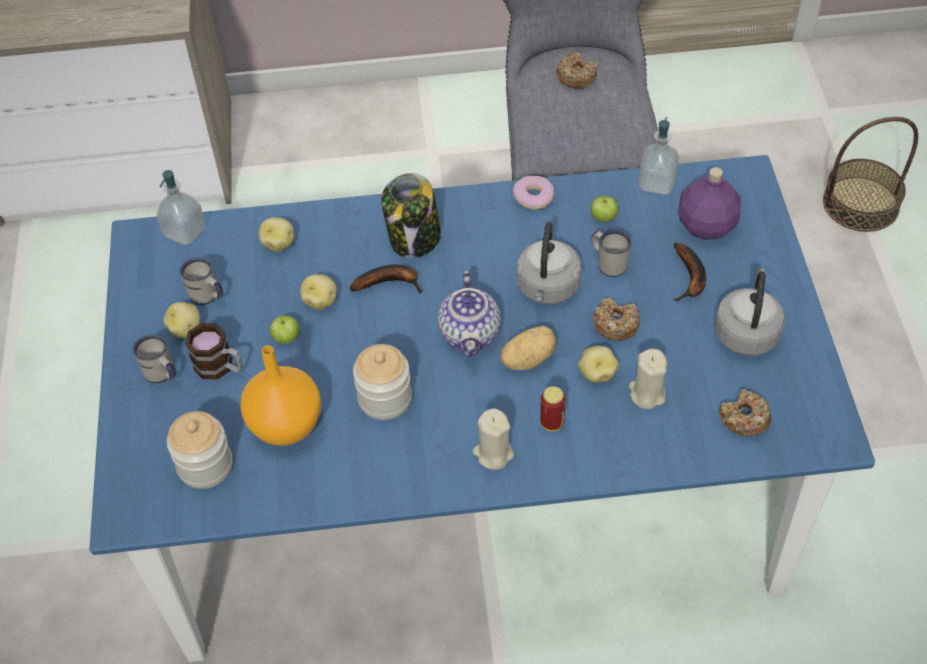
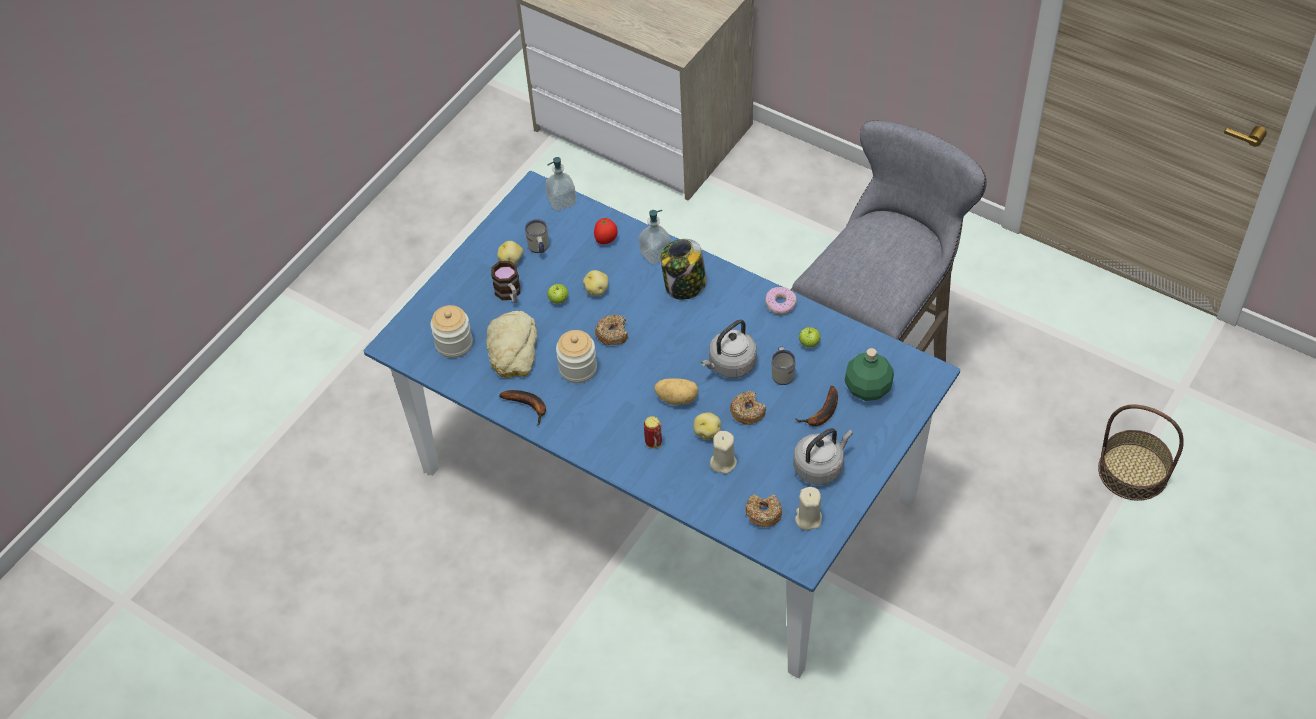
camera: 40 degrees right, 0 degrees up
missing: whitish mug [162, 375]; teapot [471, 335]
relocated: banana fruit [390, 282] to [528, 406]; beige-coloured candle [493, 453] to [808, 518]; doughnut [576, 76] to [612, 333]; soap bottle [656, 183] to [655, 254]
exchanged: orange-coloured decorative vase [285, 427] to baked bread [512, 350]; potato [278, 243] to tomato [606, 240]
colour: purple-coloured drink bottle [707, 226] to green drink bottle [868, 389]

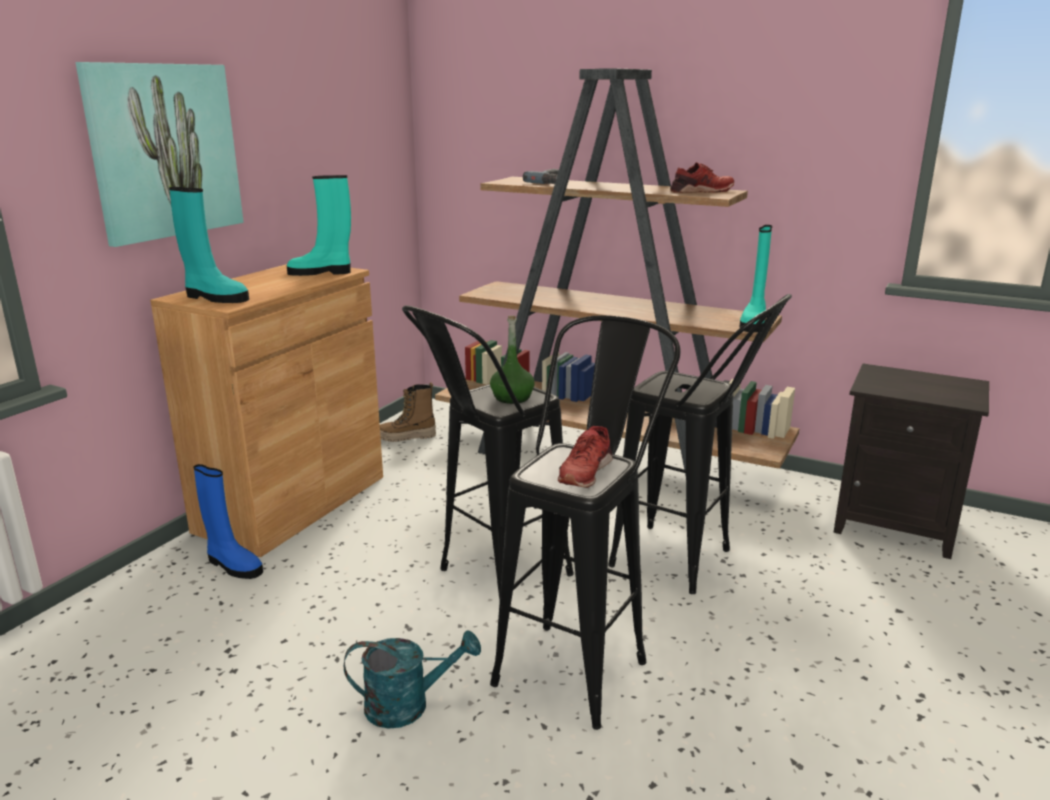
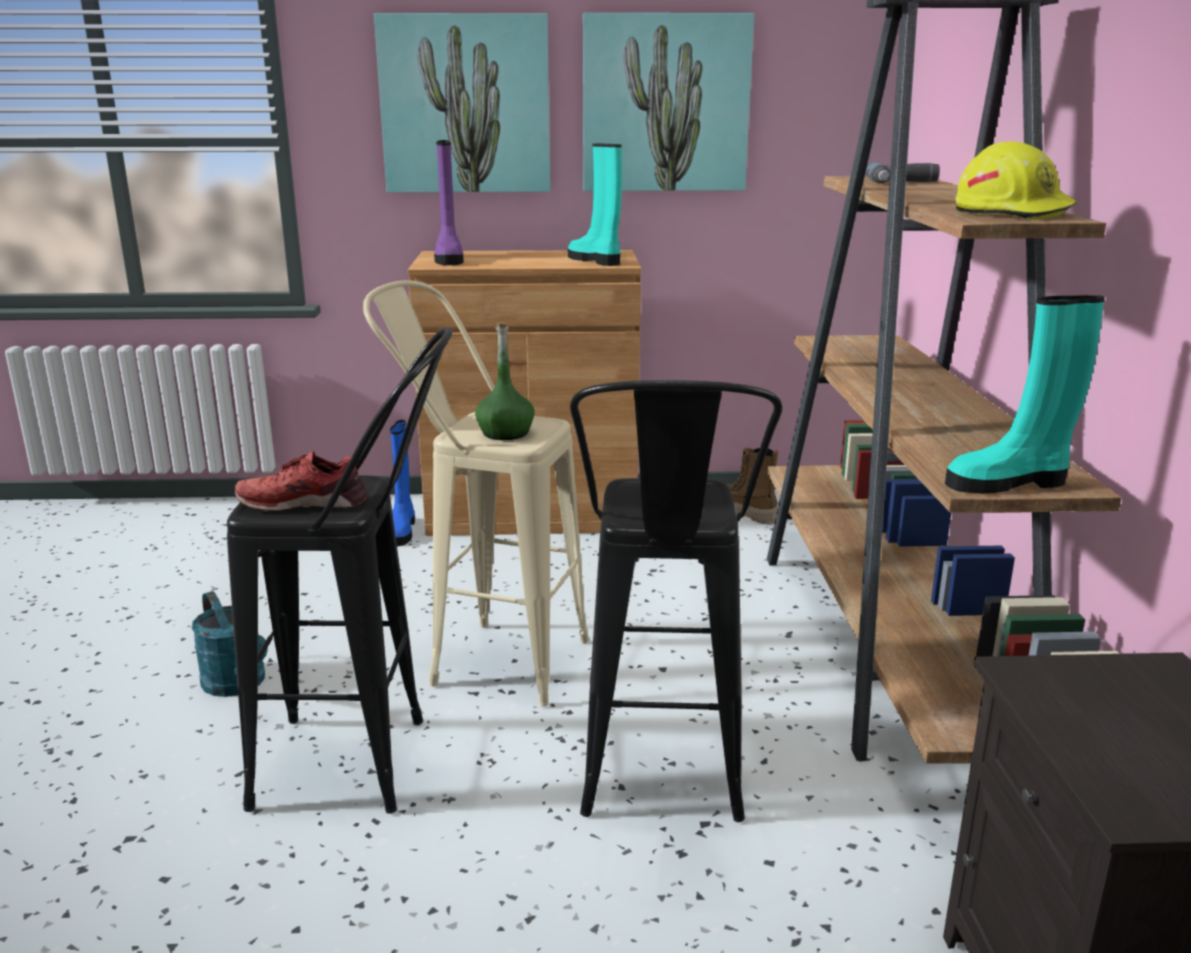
camera: 60 degrees right, 0 degrees up
appeared: wall art [665, 104]
exchanged: red shoe [702, 191] to yellow-coloured hard hat [1012, 212]
colour: turquoise high-top boot [215, 298] to purple-coloured high-top boot [449, 259]; blackish stool [490, 580] to beige-coloured stool [487, 658]

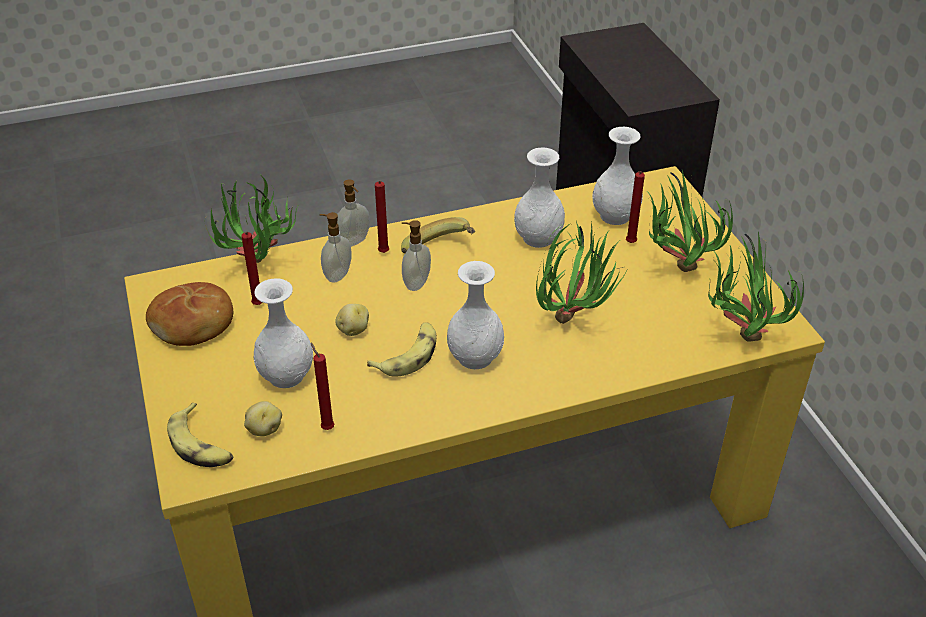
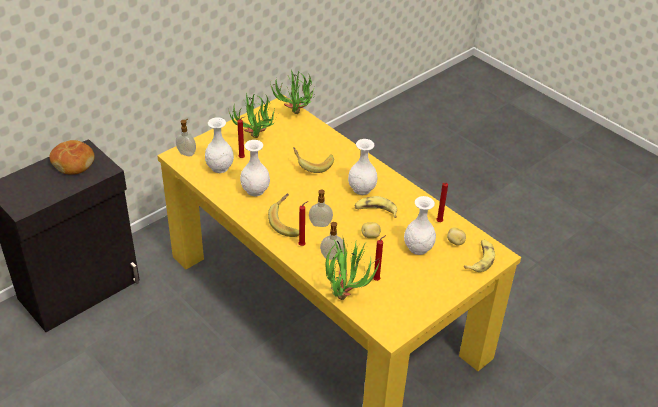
camera: 115 degrees left, 0 degrees up
relocated: baked bread [193, 324] to [73, 162]; soap bottle [354, 242] to [187, 153]
exchanged: potted plant [574, 316] to banana fruit [312, 165]

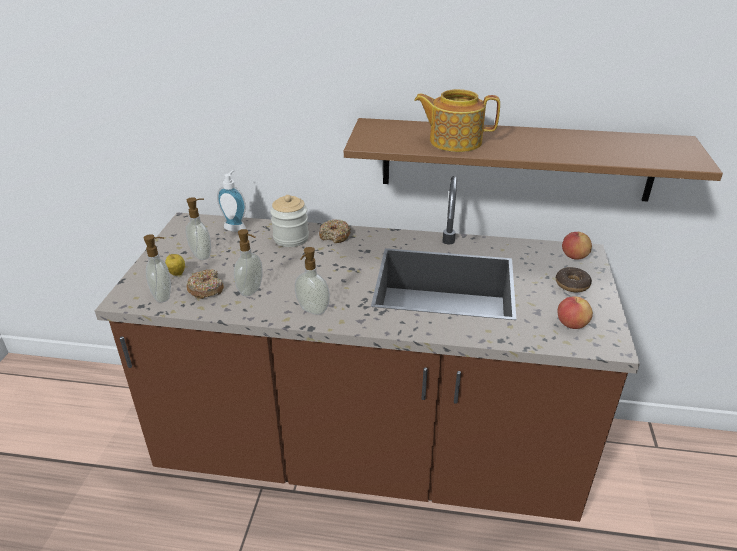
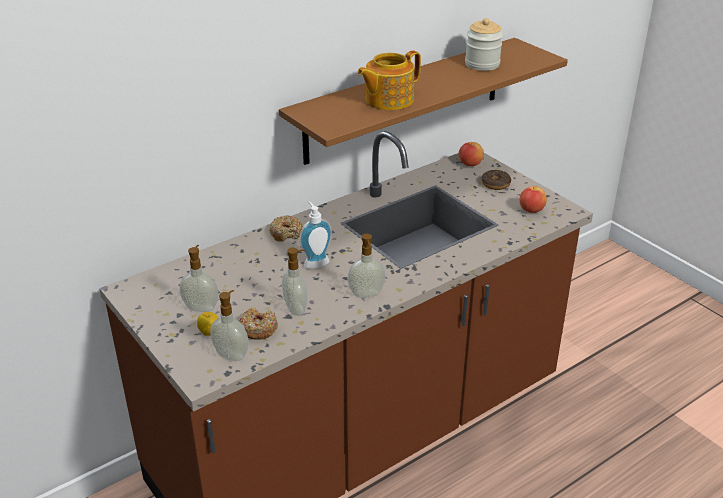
camera: 45 degrees left, 0 degrees up
relocated: soap bottle [236, 227] to [315, 262]; preserve jar [291, 238] to [482, 64]

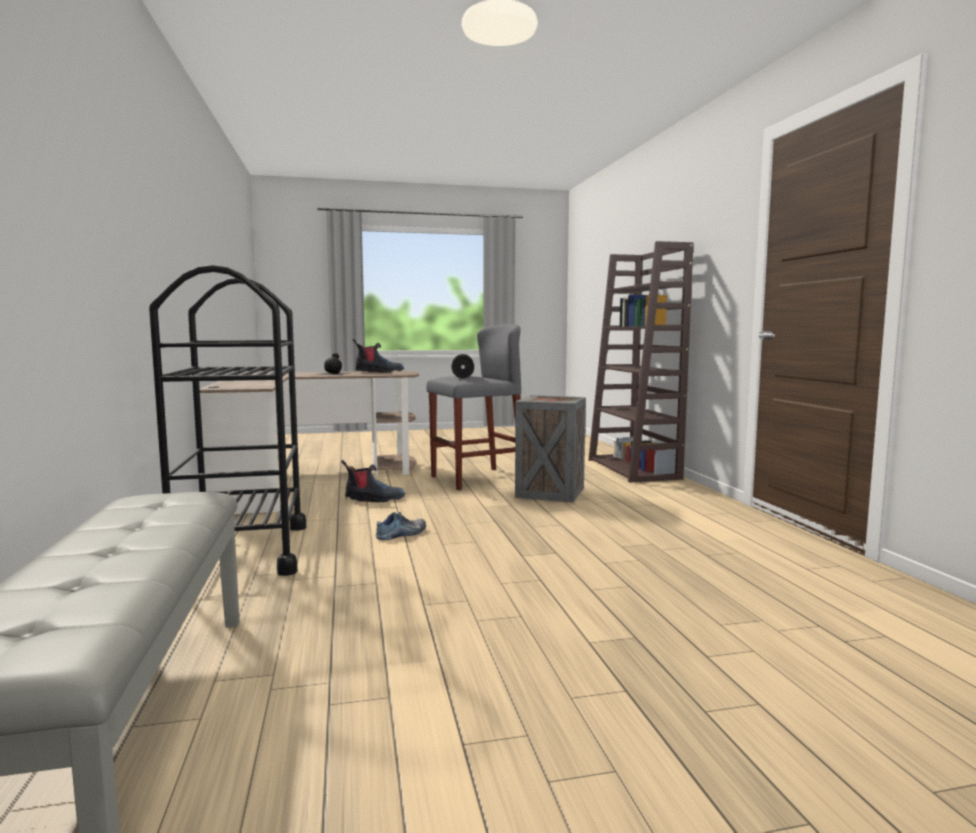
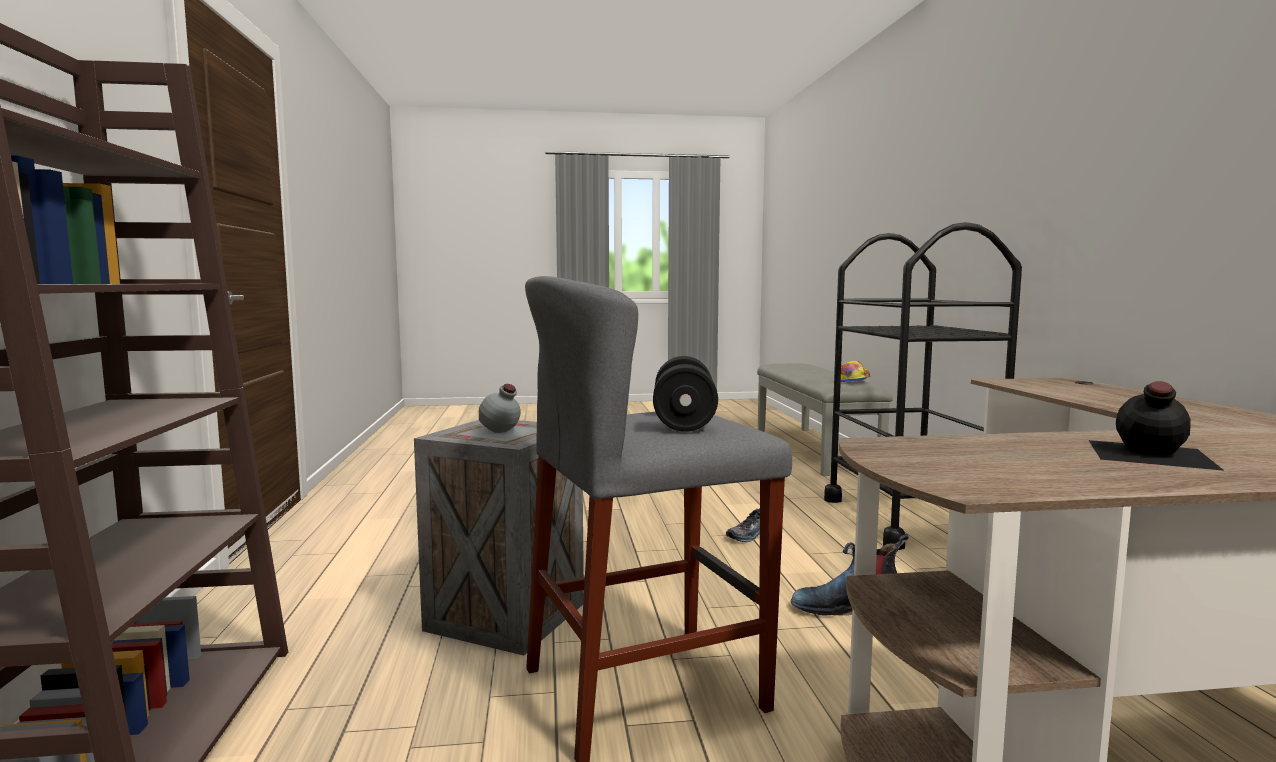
camera: 175 degrees left, 0 degrees up
missing: high-top boot [379, 372]
appeared: gray drink bottle [502, 432]; peaked cap [851, 381]

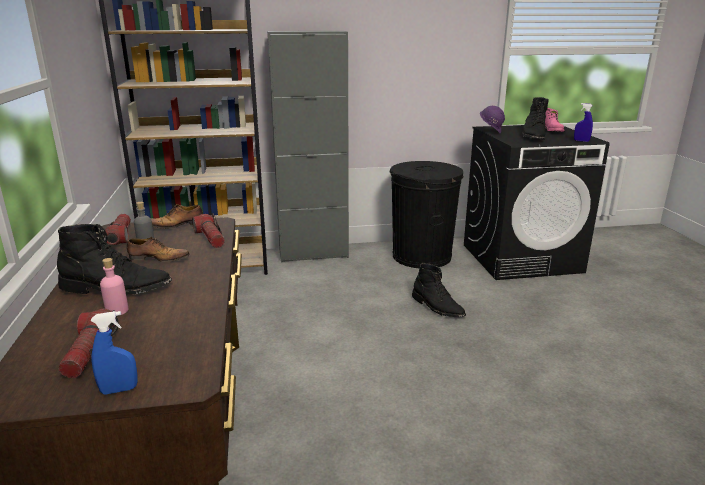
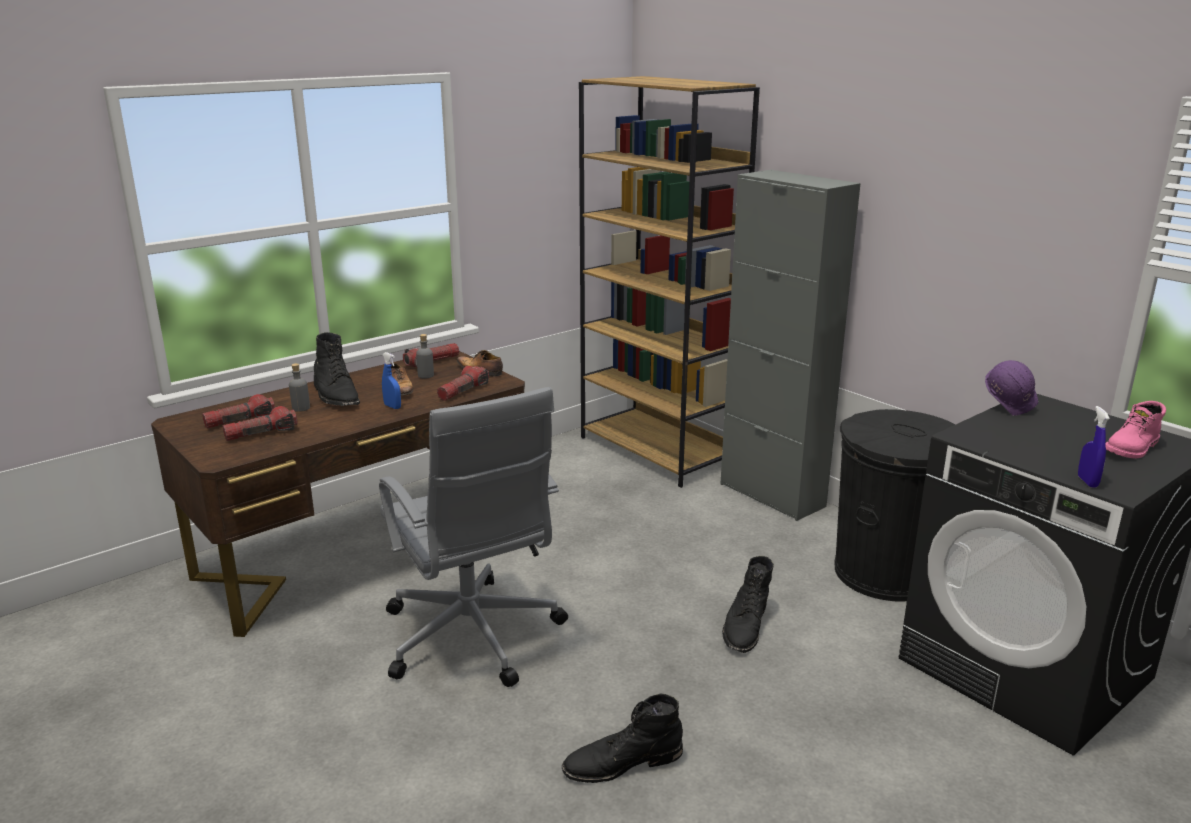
camera: 60 degrees right, 0 degrees up
appeared: hand torch [261, 434]; gray office chair [472, 638]
relocated: blue-coloured spray bottle [119, 390] to [392, 406]; blackish high-top boot [533, 136] to [622, 762]
colour: pinkish drink bottle [117, 311] to gray drink bottle [301, 408]

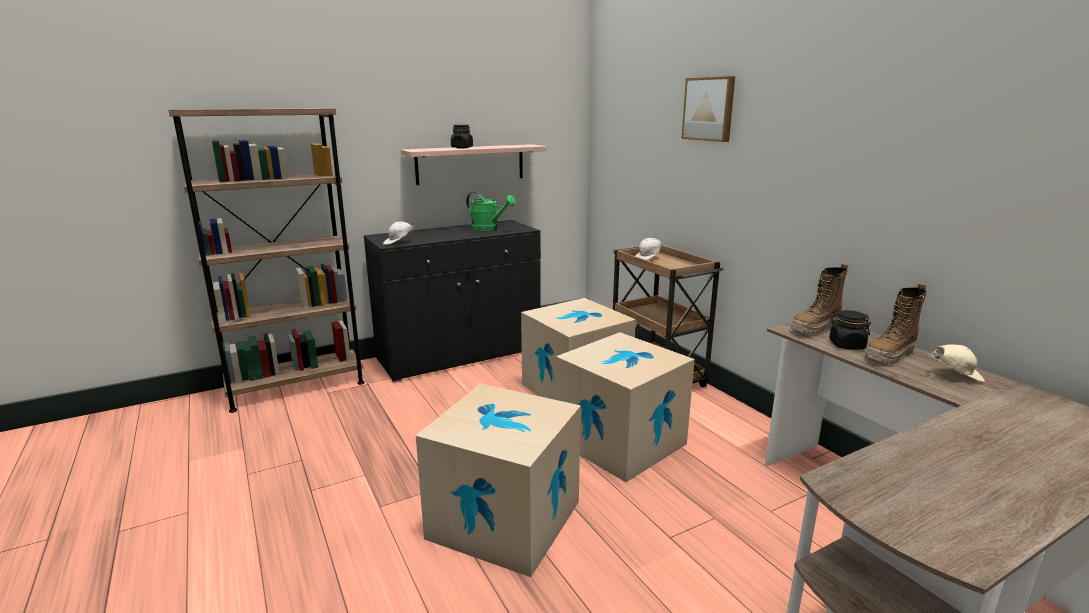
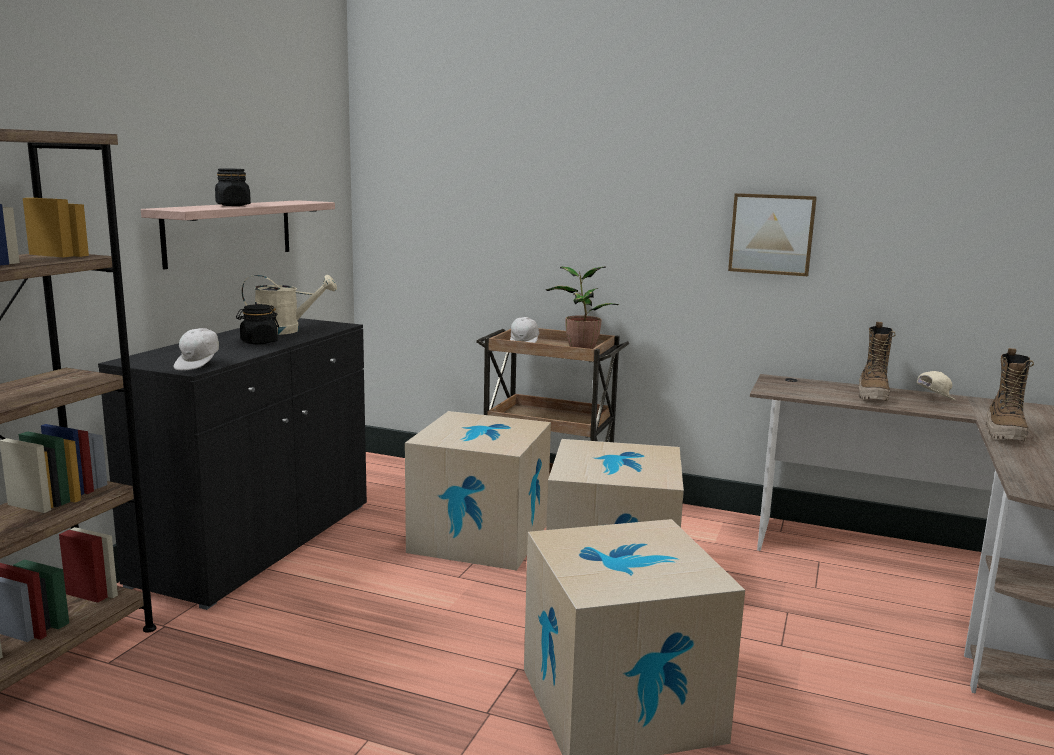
camera: 40 degrees left, 5 degrees down
appeared: potted plant [580, 347]
relocated: wall art [709, 109] to [772, 234]; high-top boot [815, 329] to [1004, 434]; blackish preserve jar [846, 345] to [258, 342]
colour: green watering pot [489, 229] to beige-coloured watering pot [286, 330]

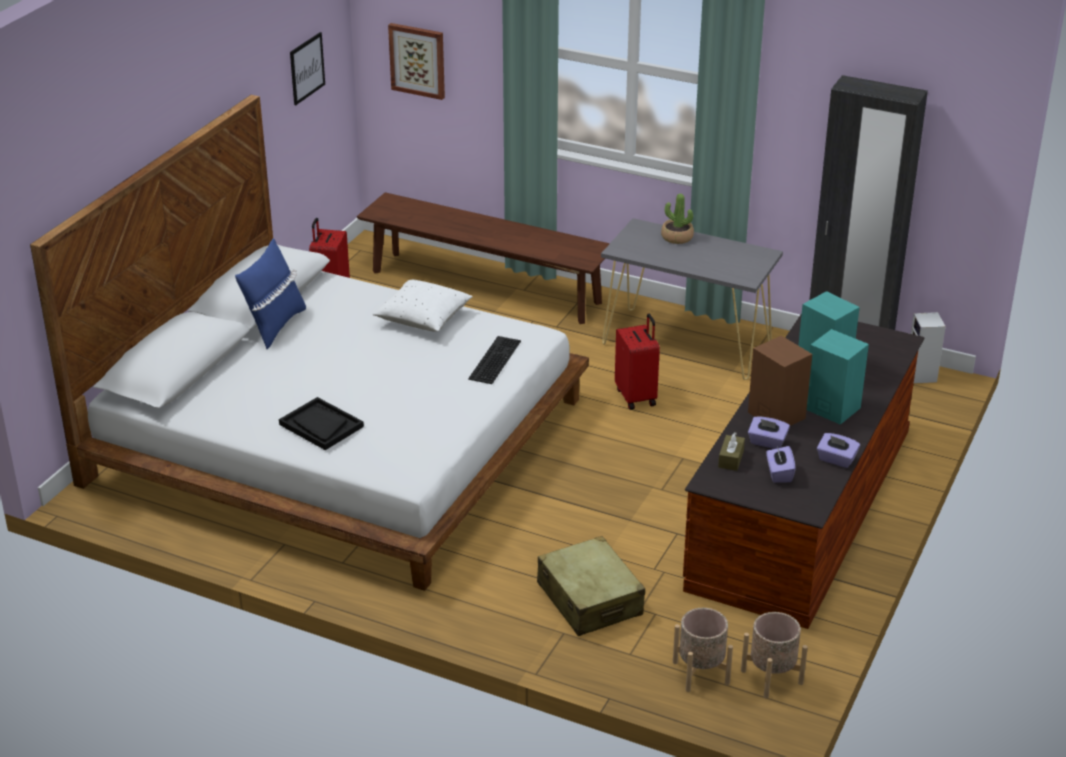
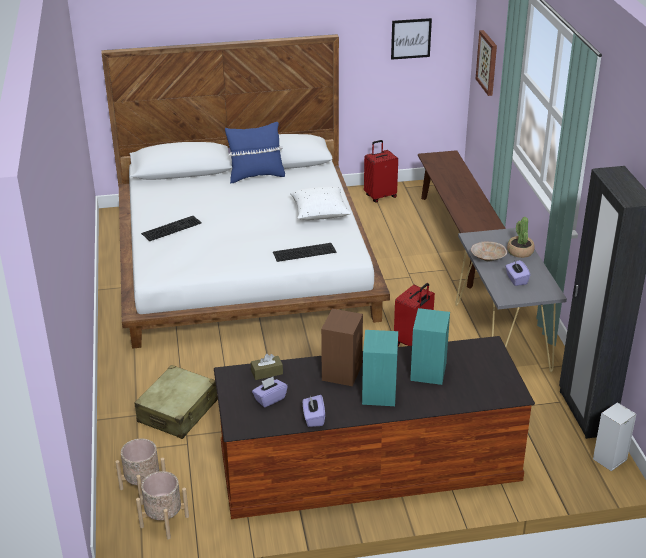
camera: 55 degrees right, 0 degrees up
appeared: beige-coloured bowl [487, 258]
relocated: purple-coloured box of tissues [767, 442] to [516, 279]
exchanged: blackish serving tray [321, 425] to keyboard [171, 227]

